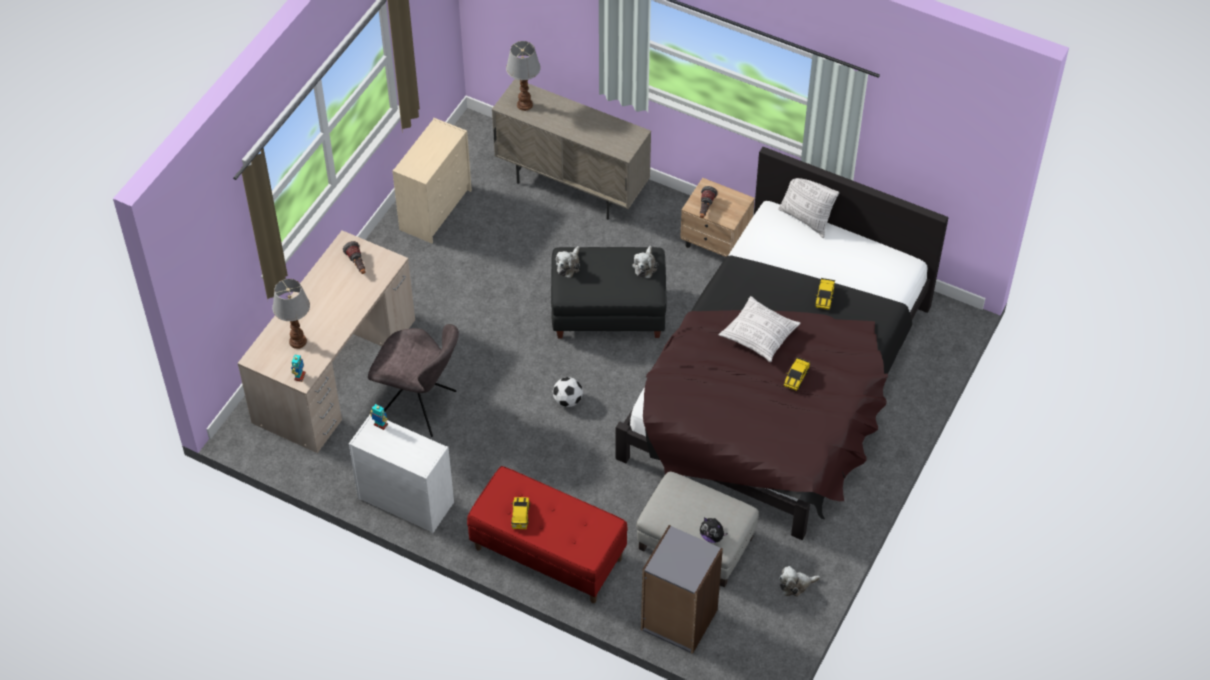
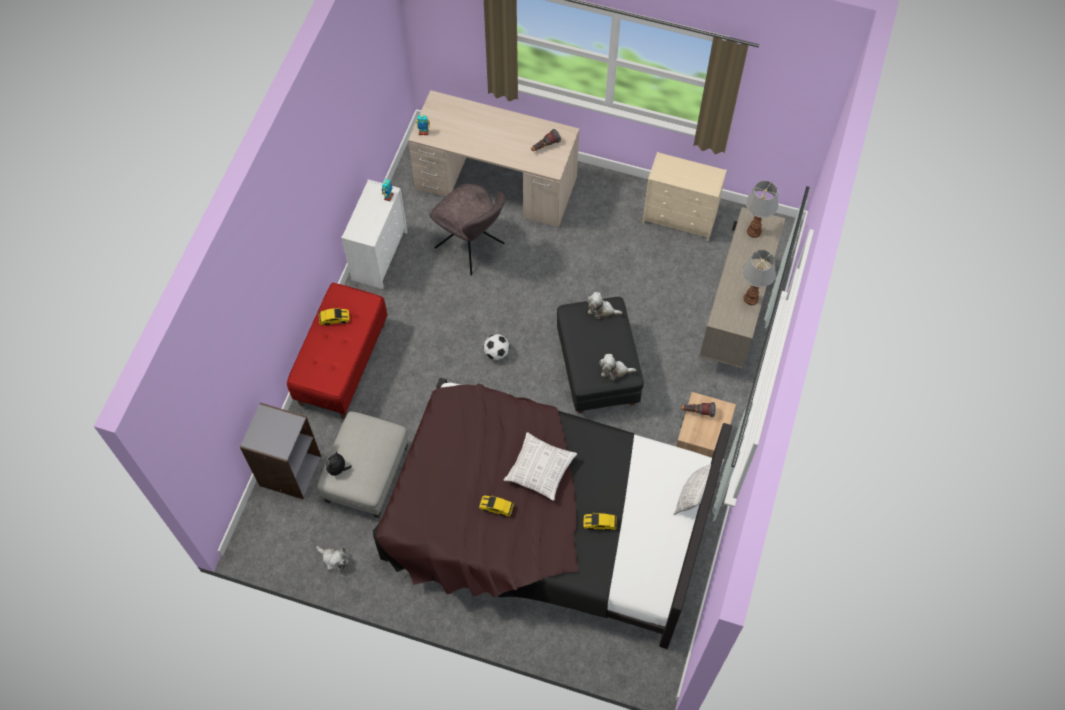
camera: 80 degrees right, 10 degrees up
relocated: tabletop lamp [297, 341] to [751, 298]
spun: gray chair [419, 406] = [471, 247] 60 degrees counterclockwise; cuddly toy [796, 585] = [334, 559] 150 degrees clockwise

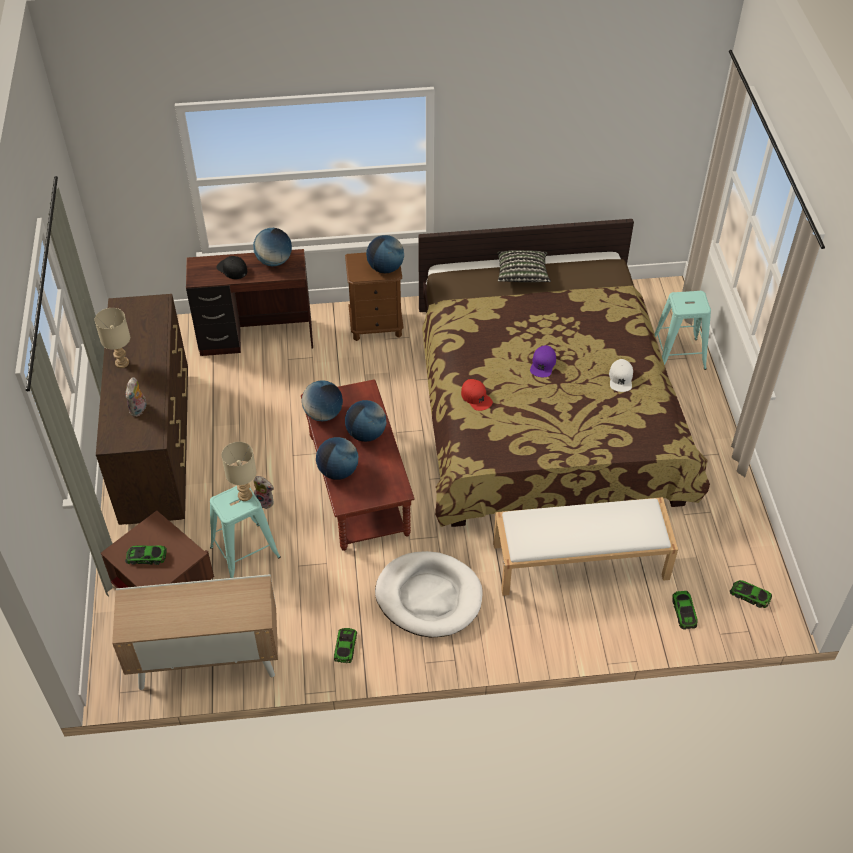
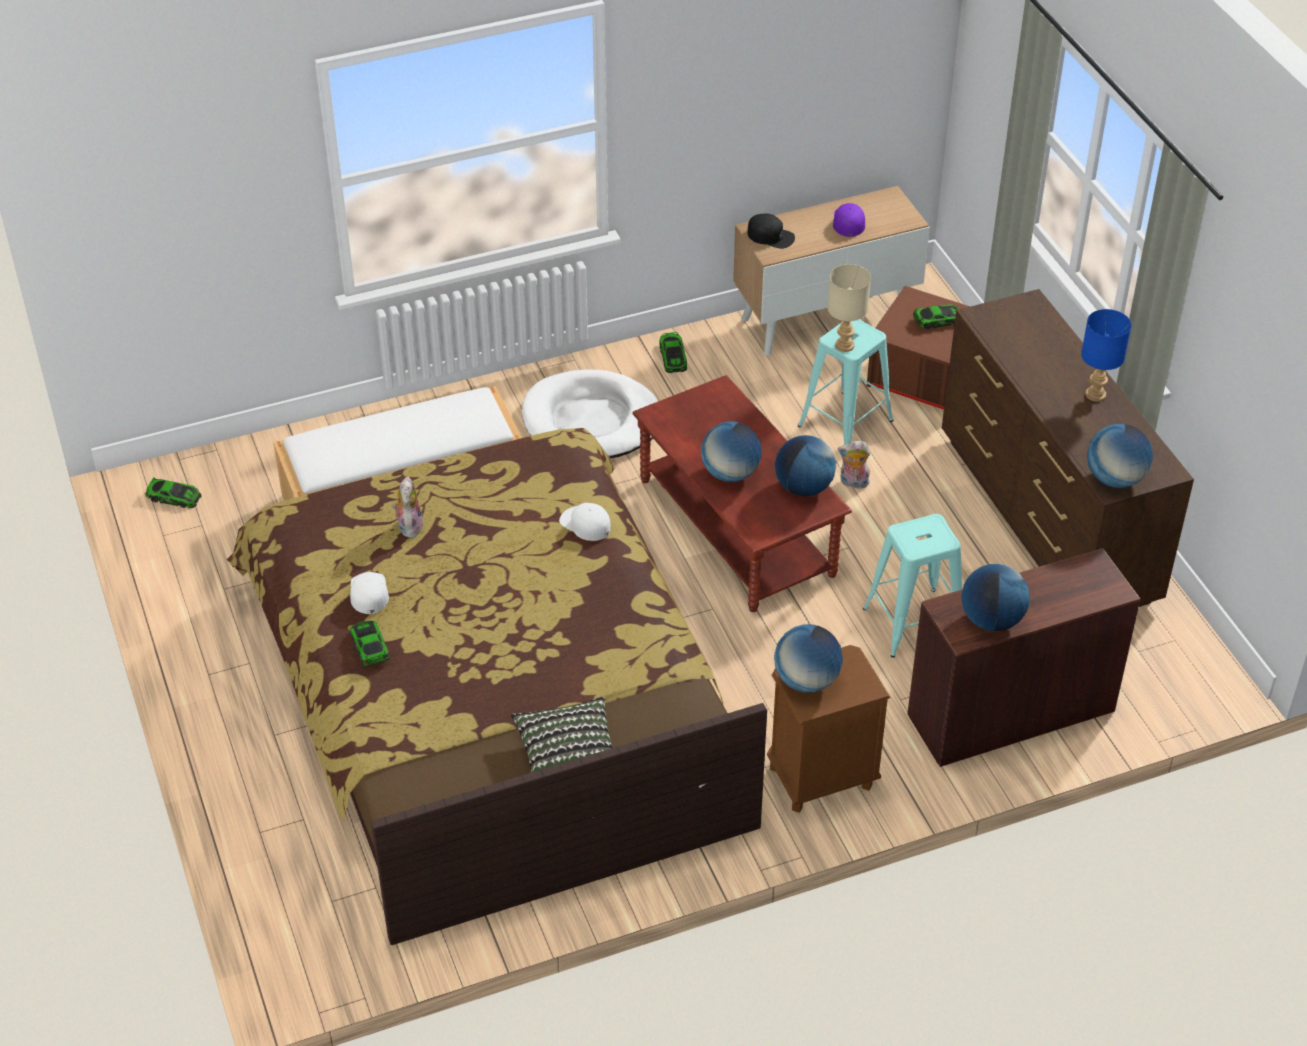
camera: 165 degrees right, 5 degrees down
relocated: cuddly toy [139, 410] to [409, 525]; blackish peaked cap [232, 269] to [771, 236]; world globe [338, 471] to [1115, 479]; purple-coloured peaked cap [543, 364] to [848, 222]; turquoise stool [677, 355] to [913, 622]; miniature car [684, 612] to [369, 646]
colour: beige-coloured tabletop lamp [122, 363] to blue-coloured tabletop lamp [1094, 394]; red peaked cap [476, 397] to whitish peaked cap [585, 524]

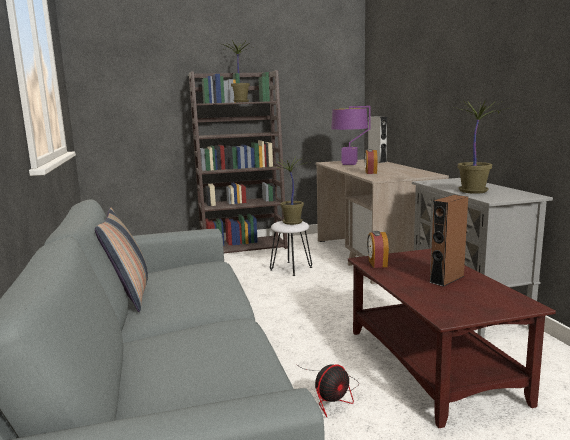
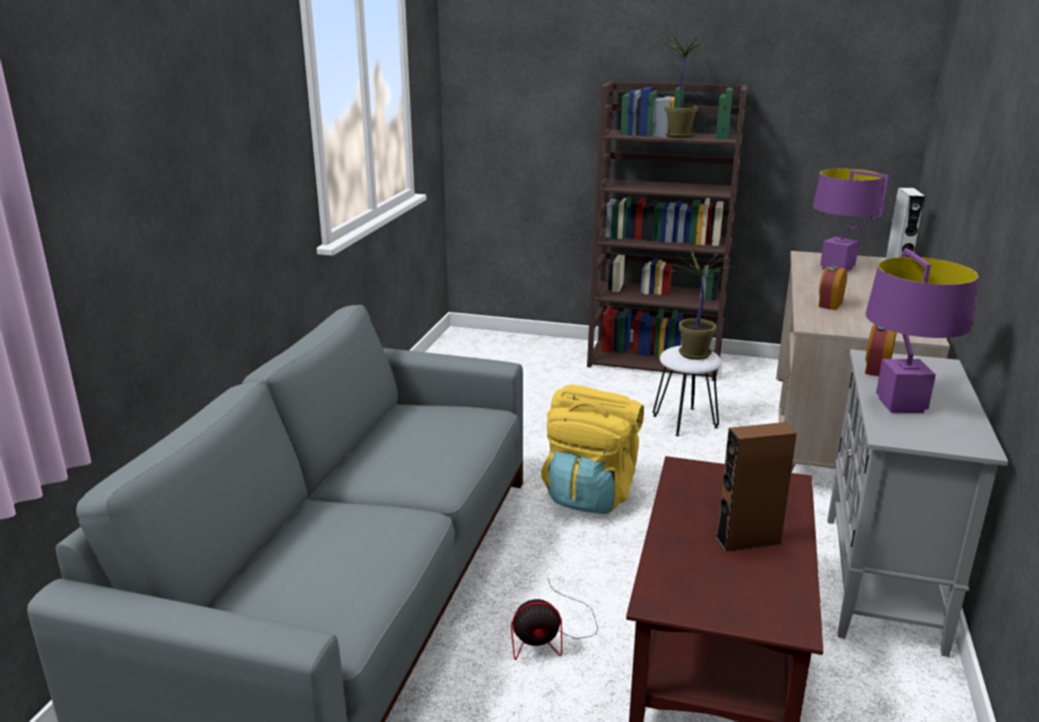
camera: 30 degrees right, 10 degrees up
missing: throw pillow [129, 296]
appeared: yellow-coloured knapsack [590, 493]
relocated: bedside clock [377, 264] to [876, 370]
exchanged: potted plant [473, 191] to purple-coloured tabletop lamp [900, 405]

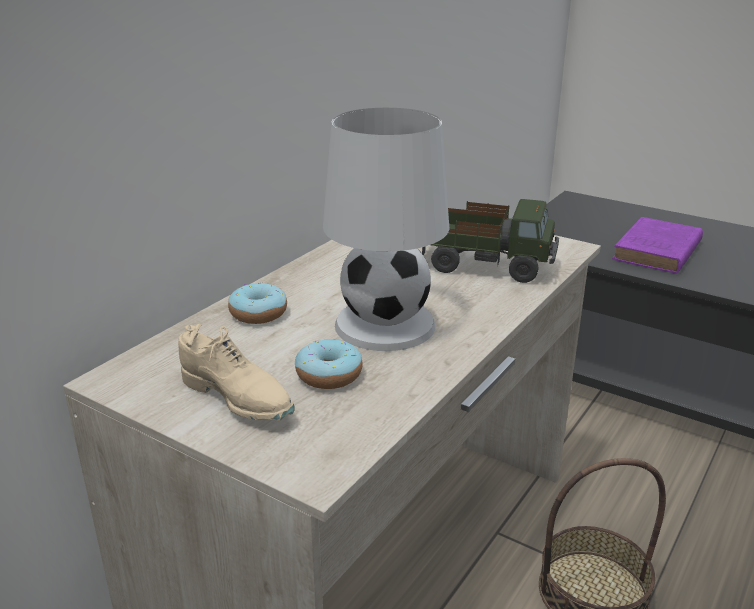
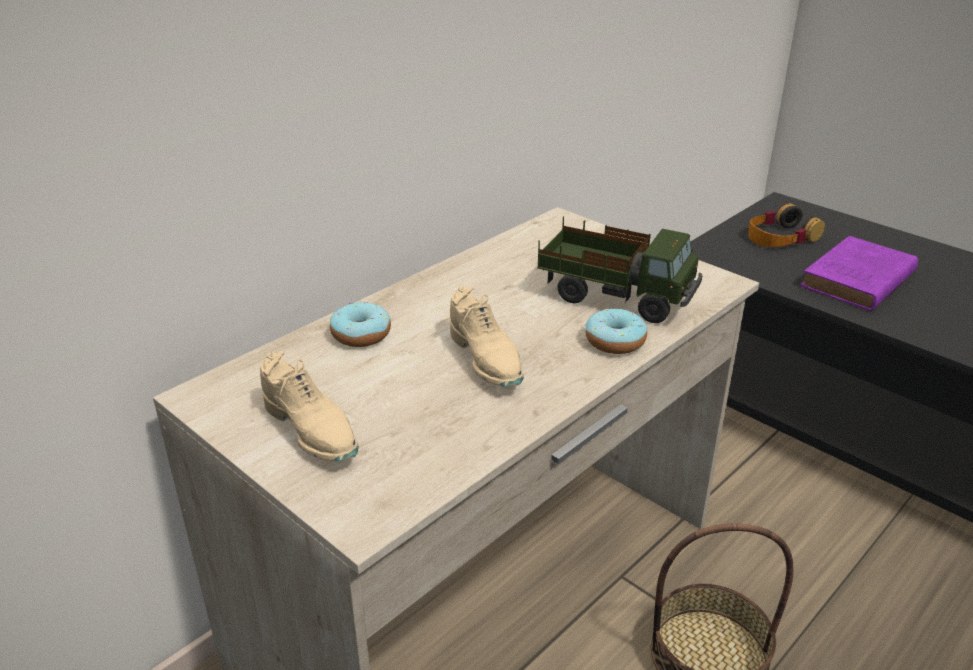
camera: 10 degrees right, 5 degrees up
appeared: headphones [780, 237]
relocated: doughnut [329, 375] to [615, 341]
exchanged: whitish tabletop lamp [385, 324] to beige-coloured shoe [486, 360]

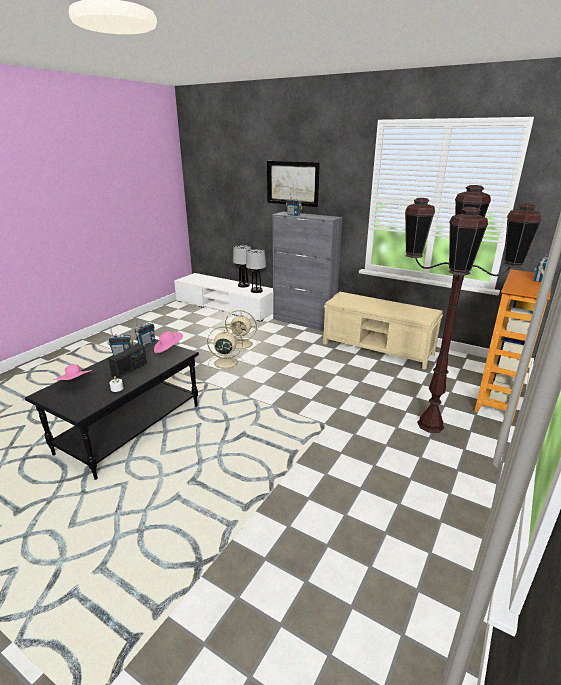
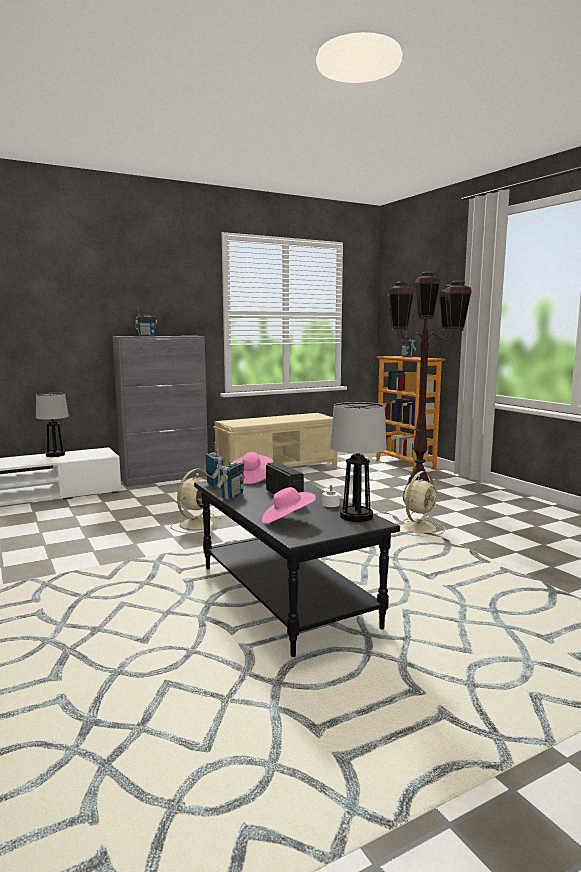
camera: 60 degrees left, 15 degrees down
missing: wall art [292, 183]
relocated: beige-coloured fan [242, 344] to [419, 527]; tabletop lamp [256, 291] to [356, 516]

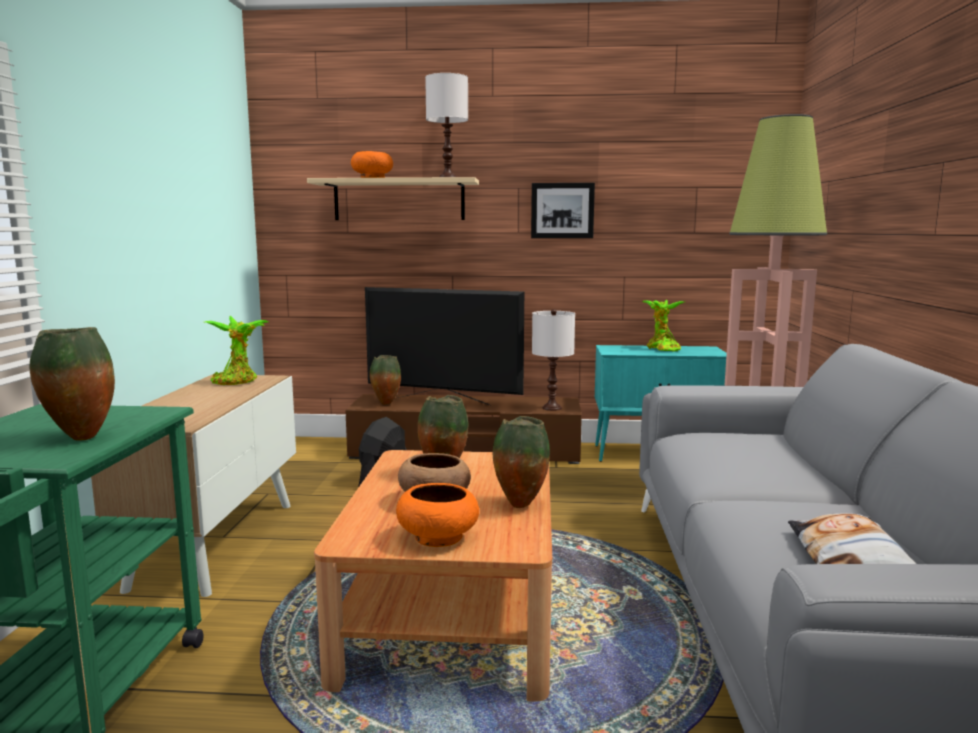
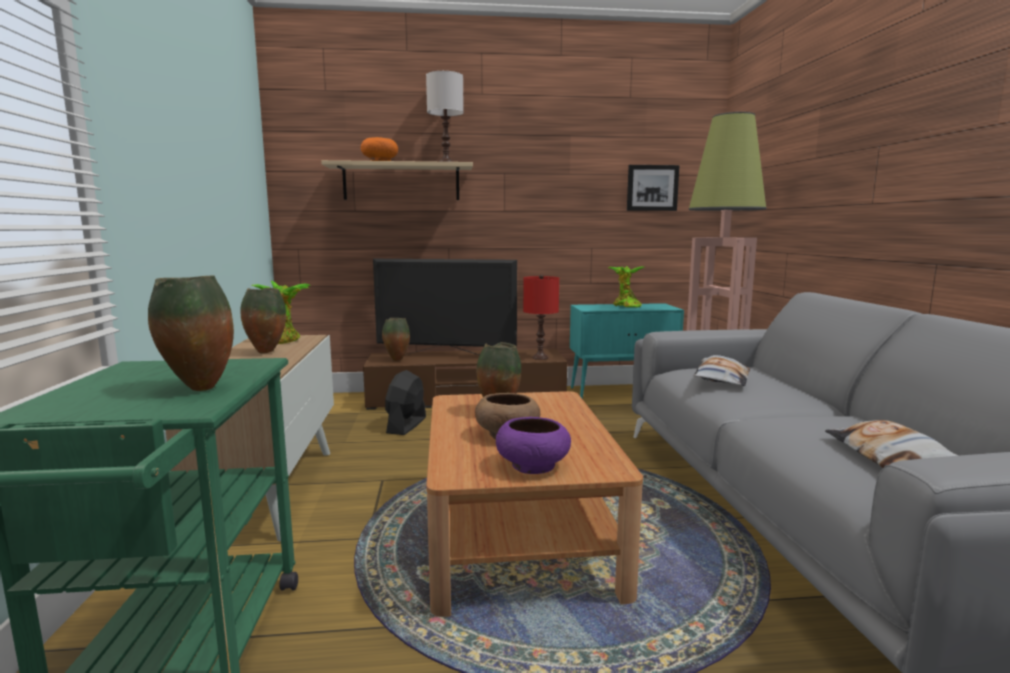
camera: 10 degrees left, 0 degrees up
appeared: throw pillow [721, 378]
relocated: decorative vase [520, 504] to [266, 352]; wall art [562, 210] to [652, 188]
colour: orange-coloured bowl [438, 537] to purple-coloured bowl [532, 465]; whitish tabletop lamp [551, 408] to red tabletop lamp [540, 357]

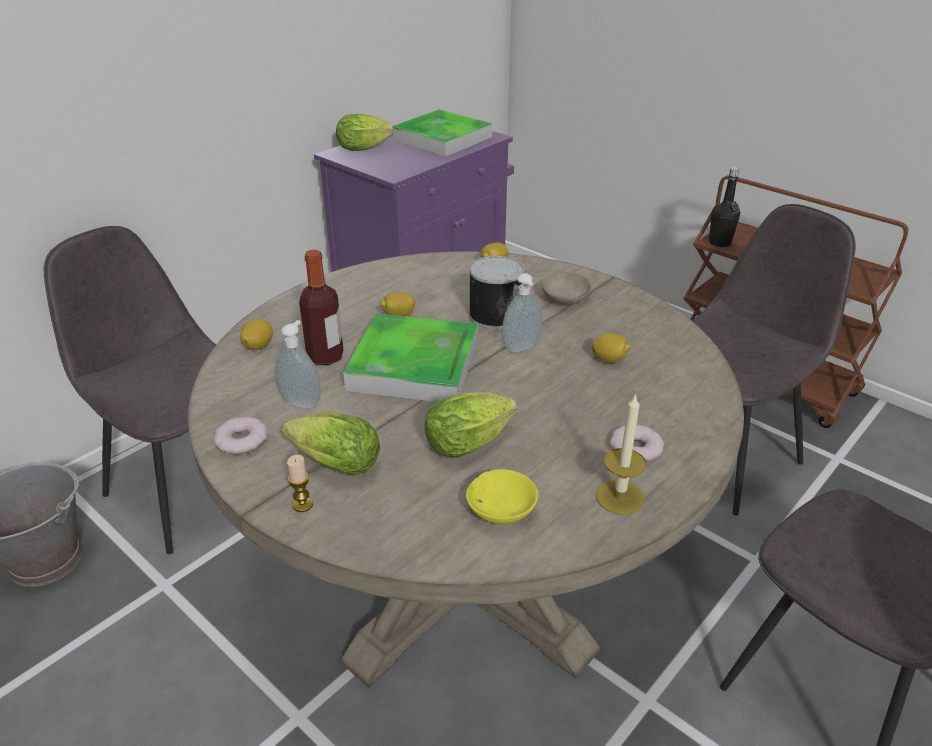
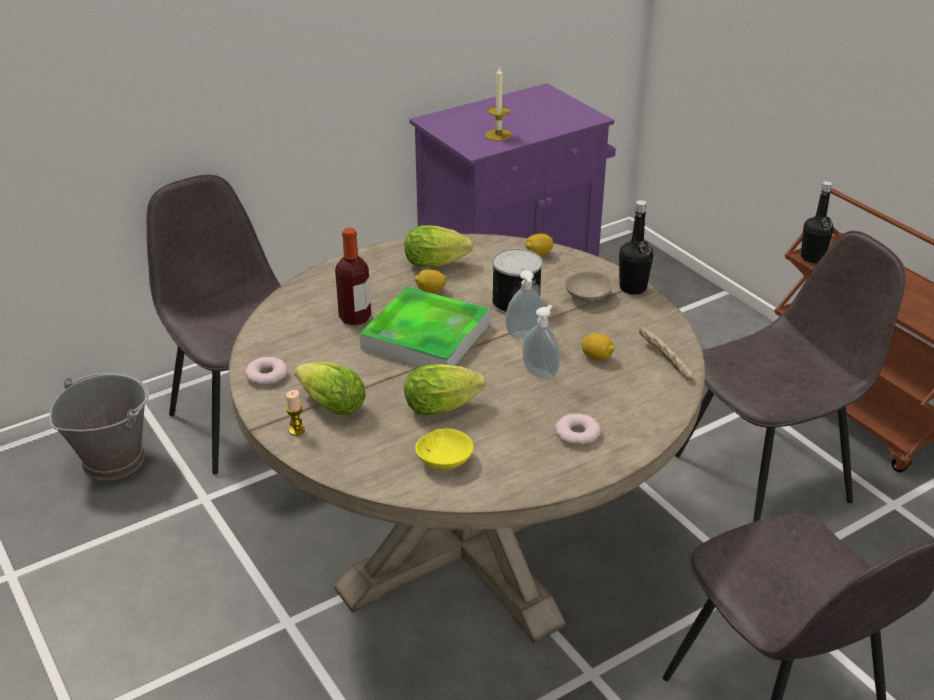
camera: 15 degrees right, 0 degrees up
missing: citrus fruit [258, 345]; serving tray [442, 138]
appeared: blackish drink bottle [632, 288]; baked bread [665, 361]
relocated: soap bottle [302, 401] to [541, 373]; lettuce head [366, 148] to [439, 263]; candle [619, 497] to [498, 135]

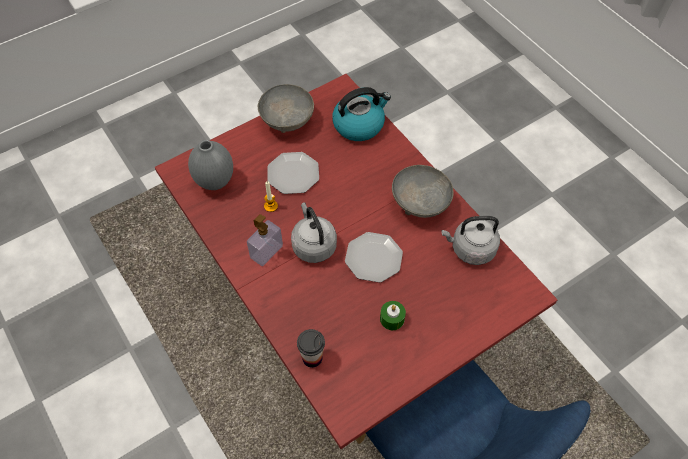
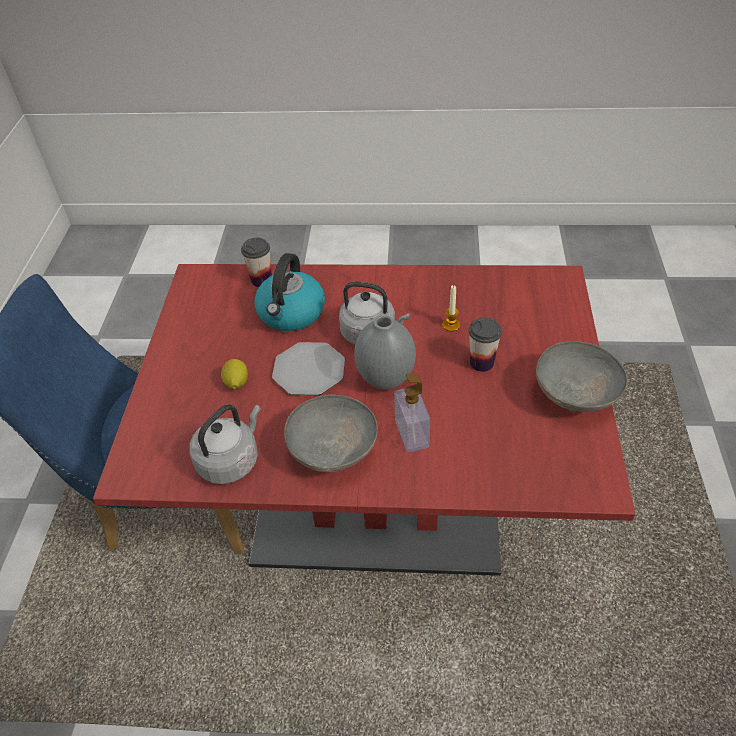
camera: 130 degrees right, 10 degrees down
missing: green candle [392, 319]
appeared: citrus fruit [236, 383]
relocated: gray decorative vase [215, 181] to [386, 380]; soap bottle [266, 252] to [411, 433]; kettle [359, 125] to [291, 313]
exchanged: plate [293, 174] to drinking cup [481, 363]

